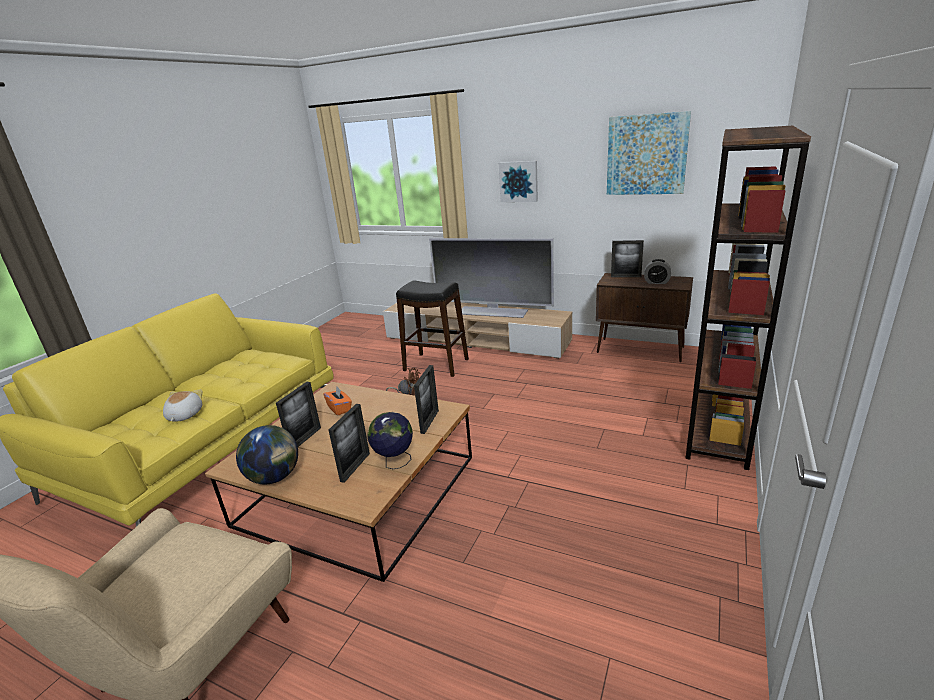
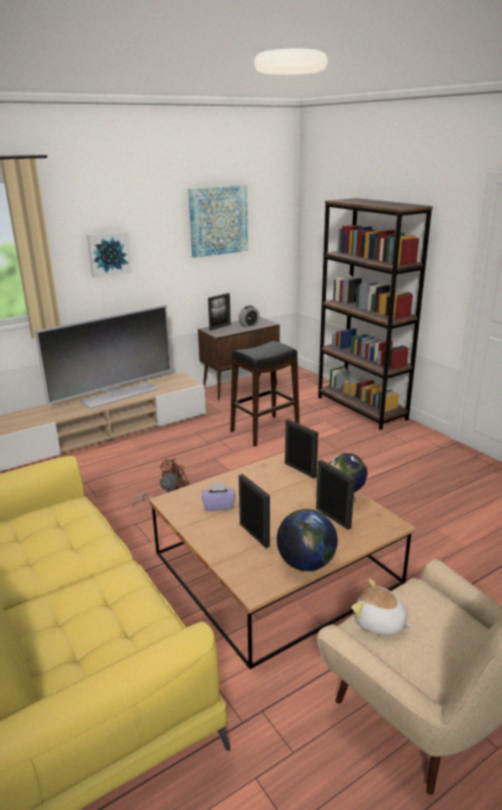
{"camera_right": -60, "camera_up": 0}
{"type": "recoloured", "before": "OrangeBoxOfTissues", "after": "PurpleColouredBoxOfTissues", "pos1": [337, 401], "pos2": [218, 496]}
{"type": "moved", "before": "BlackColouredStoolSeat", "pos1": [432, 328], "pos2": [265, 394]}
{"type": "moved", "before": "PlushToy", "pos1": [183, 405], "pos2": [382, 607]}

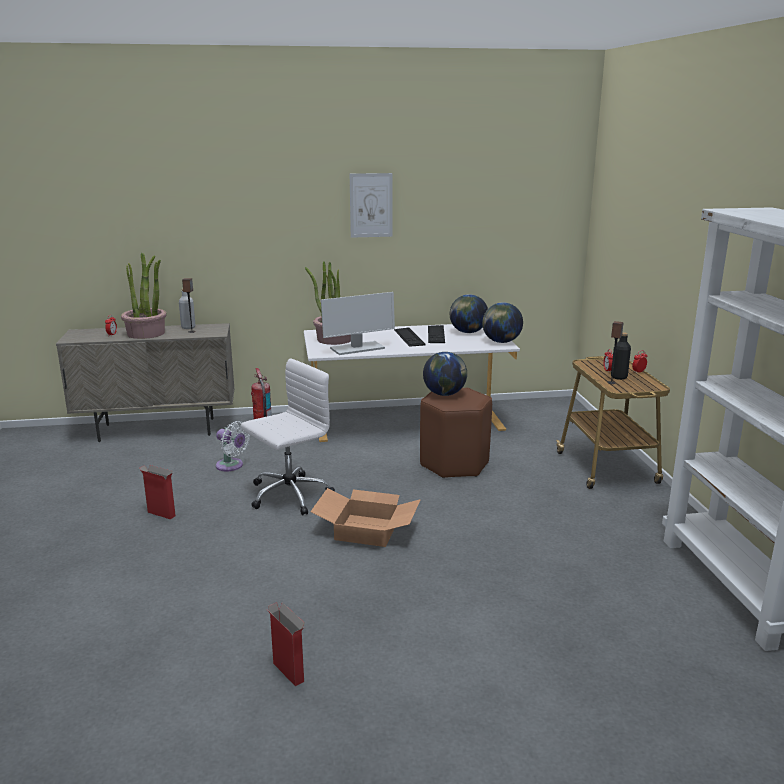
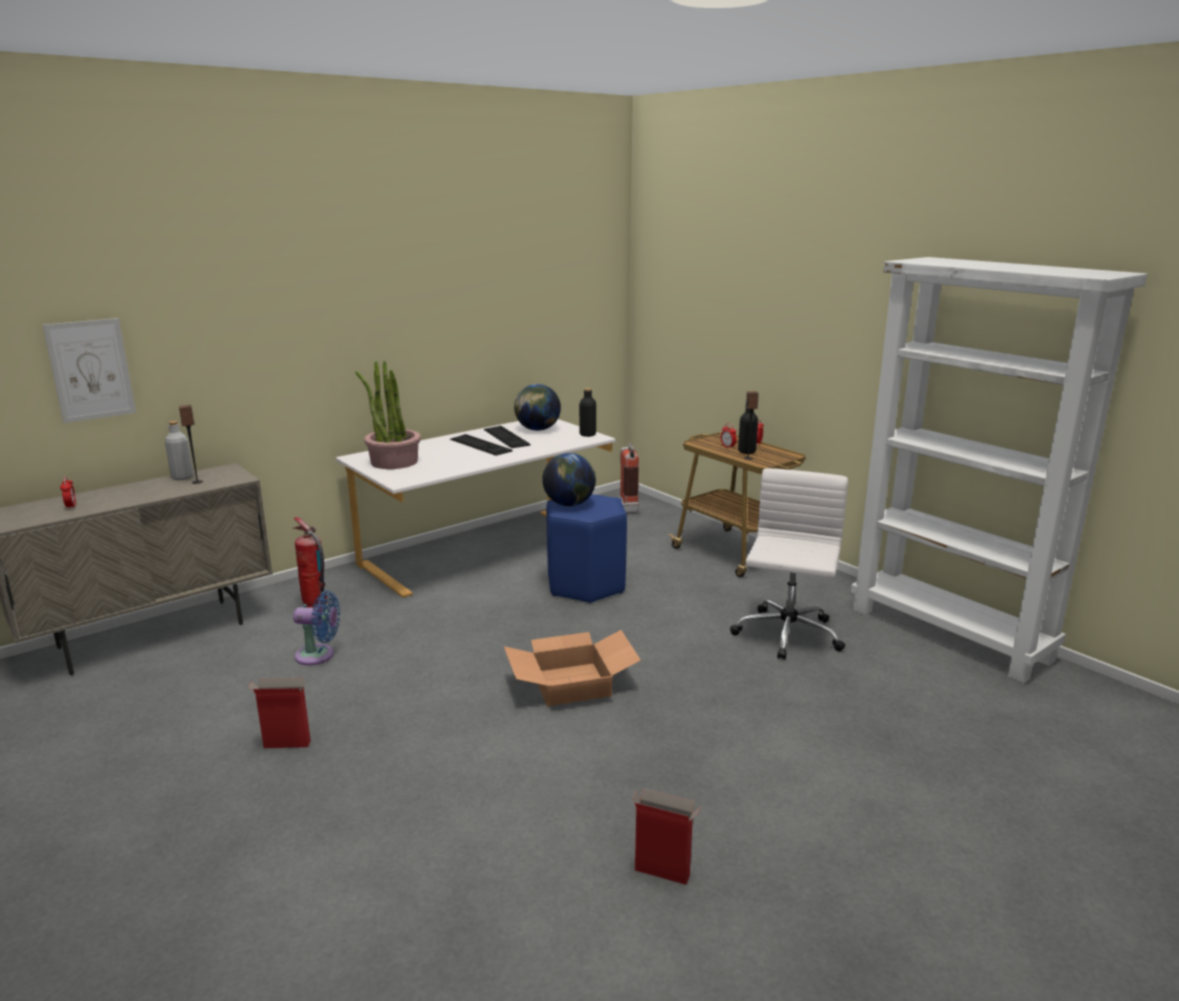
{"camera_right": -30, "camera_up": 0}
{"type": "moved", "before": "Picture", "pos1": [371, 205], "pos2": [89, 370]}
{"type": "recoloured", "before": "WhitishElectricFan", "after": "BlueElectricFan", "pos1": [233, 446], "pos2": [316, 628]}
{"type": "recoloured", "before": "BrownishStoolSeat", "after": "BlueStoolSeat", "pos1": [456, 433], "pos2": [586, 548]}
{"type": "replaced", "before": "DeskGlobe", "after": "BlackColouredBeverageBottle", "pos1": [502, 322], "pos2": [587, 412]}
{"type": "added", "after": "FireExtinguisher", "pos2": [629, 478]}
{"type": "moved", "before": "WhitishComputerChair", "pos1": [288, 437], "pos2": [789, 564]}
{"type": "removed", "before": "PlantInAPot", "pos1": [143, 296]}
{"type": "removed", "before": "ComputerDisplay", "pos1": [358, 323]}

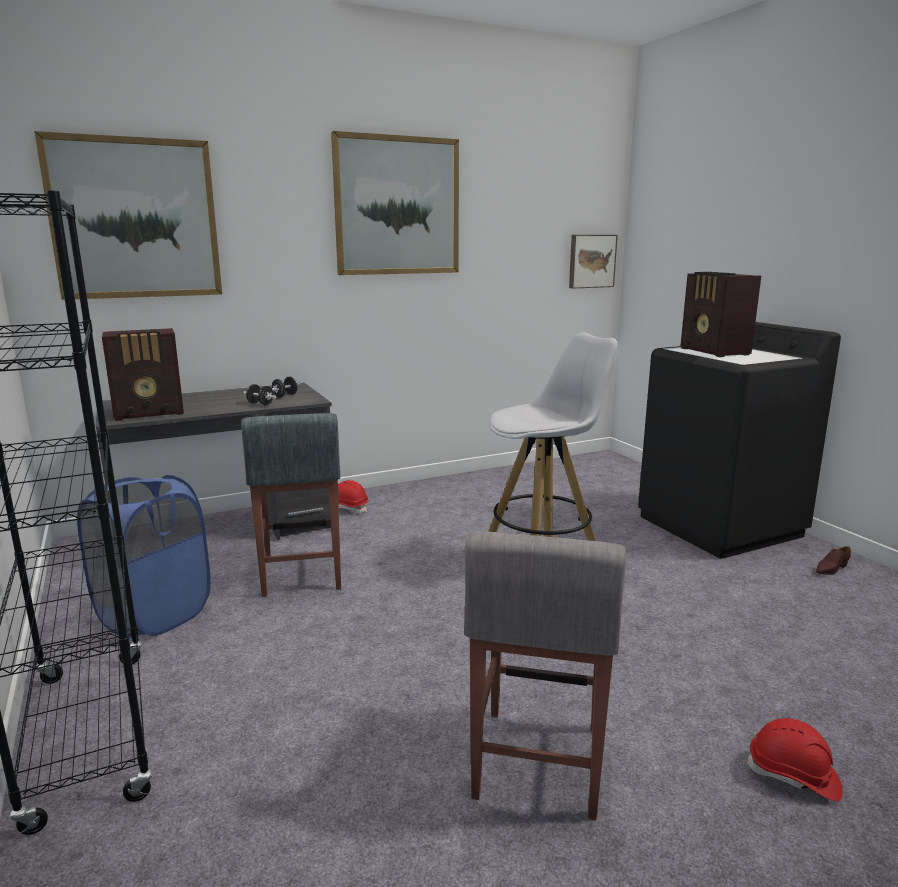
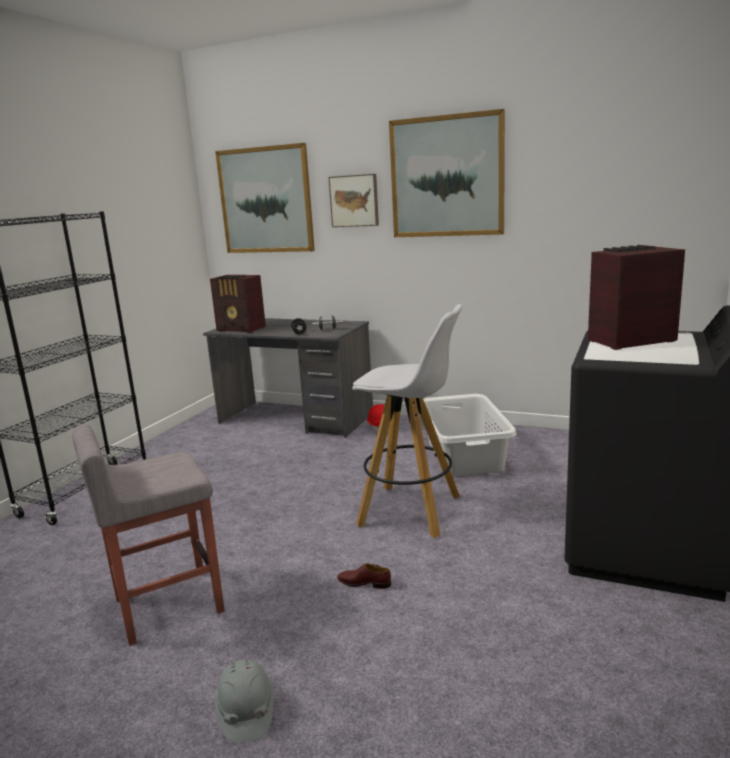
{"camera_right": 50, "camera_up": 0}
{"type": "recoloured", "before": "ReddishWorkHelmet", "after": "GreyishWorkHelmet", "pos1": [794, 760], "pos2": [244, 701]}
{"type": "moved", "before": "Picture", "pos1": [593, 262], "pos2": [353, 200]}
{"type": "moved", "before": "BrownishLowShoe", "pos1": [833, 560], "pos2": [364, 576]}
{"type": "added", "after": "GreyishWashingBasket", "pos2": [470, 435]}
{"type": "turned", "before": "RadioReceiver", "pos1": [720, 314], "pos2": [636, 297], "turn": 45}
{"type": "removed", "before": "BlueWashingBasket", "pos1": [144, 556]}
{"type": "removed", "before": "GreyishStoolSeat", "pos1": [291, 505]}

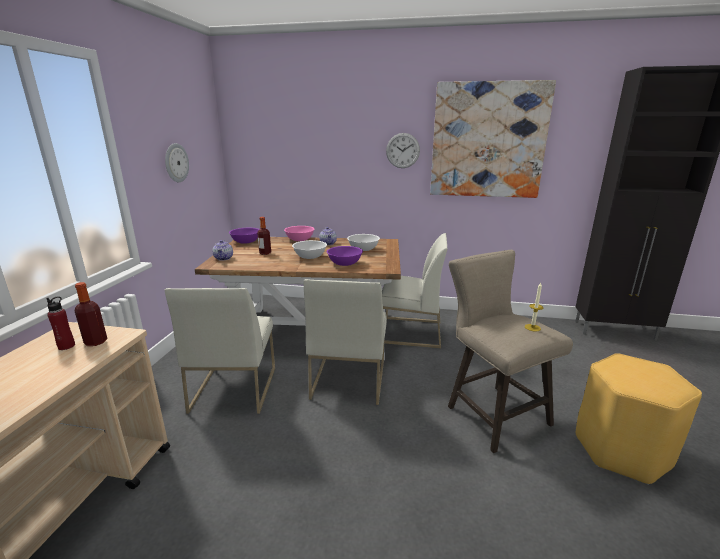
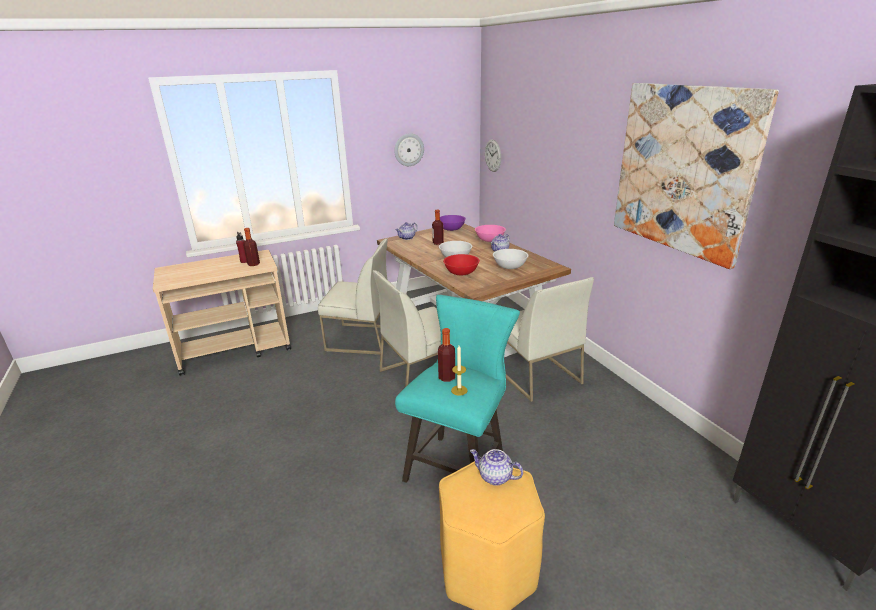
{"camera_right": 55, "camera_up": 5}
{"type": "turned", "before": "WhitishChair", "pos1": [220, 351], "pos2": [353, 297], "turn": -135}
{"type": "recoloured", "before": "SandColouredStoolSeat", "after": "TurquoiseColouredStoolSeat", "pos1": [510, 351], "pos2": [457, 389]}
{"type": "added", "after": "BeverageBottle", "pos2": [446, 355]}
{"type": "recoloured", "before": "PurpleColouredBowl", "after": "ReddishBowl", "pos1": [345, 256], "pos2": [461, 264]}
{"type": "added", "after": "Teapot", "pos2": [496, 467]}
{"type": "moved", "before": "HangingClock", "pos1": [403, 150], "pos2": [493, 156]}

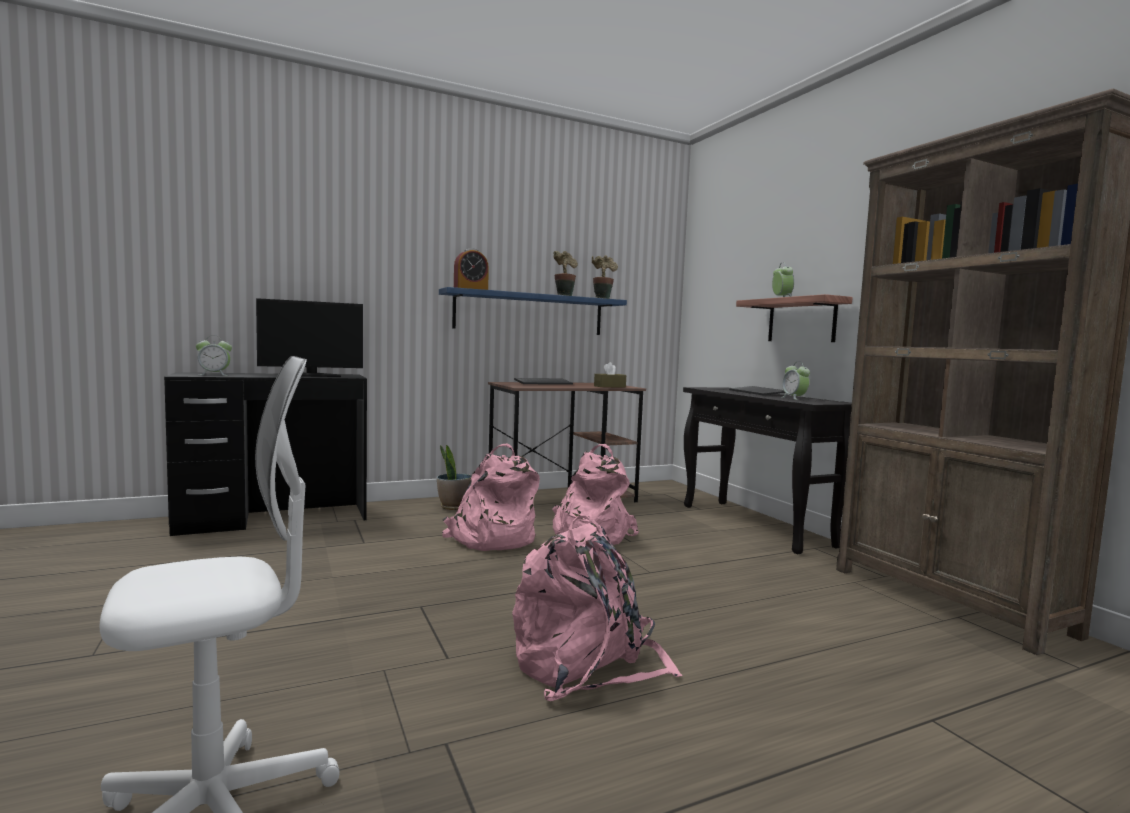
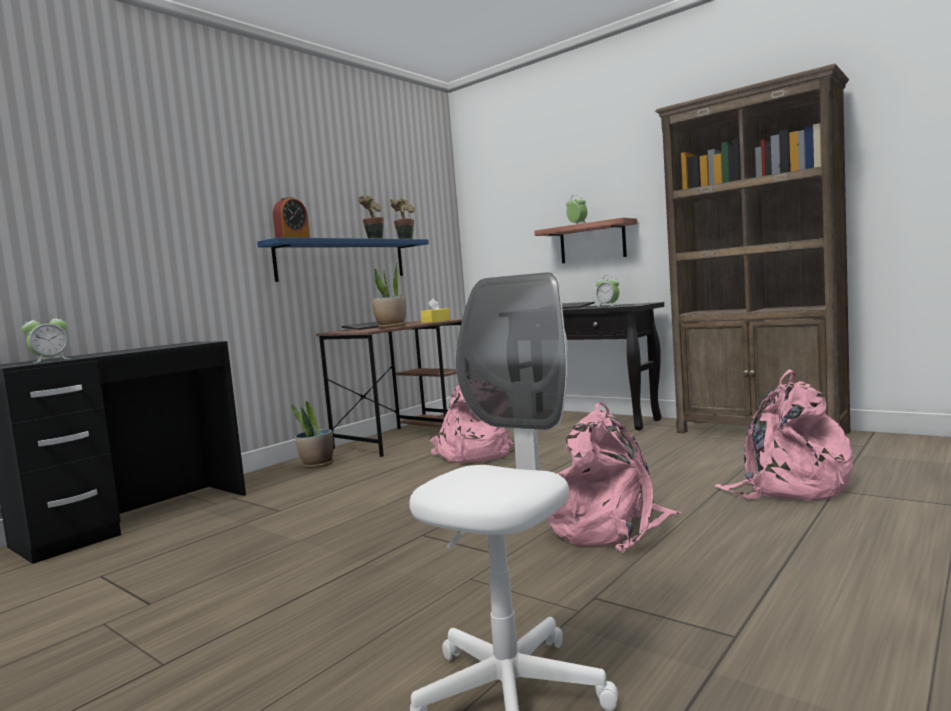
{"camera_right": -25, "camera_up": 0}
{"type": "added", "after": "PlantInAPot", "pos2": [389, 296]}
{"type": "recoloured", "before": "BrownishBoxOfTissues", "after": "YellowColouredBoxOfTissues", "pos1": [610, 374], "pos2": [435, 310]}
{"type": "moved", "before": "PinkKnapsack", "pos1": [491, 497], "pos2": [783, 435]}
{"type": "removed", "before": "ComputerDisplay", "pos1": [309, 337]}

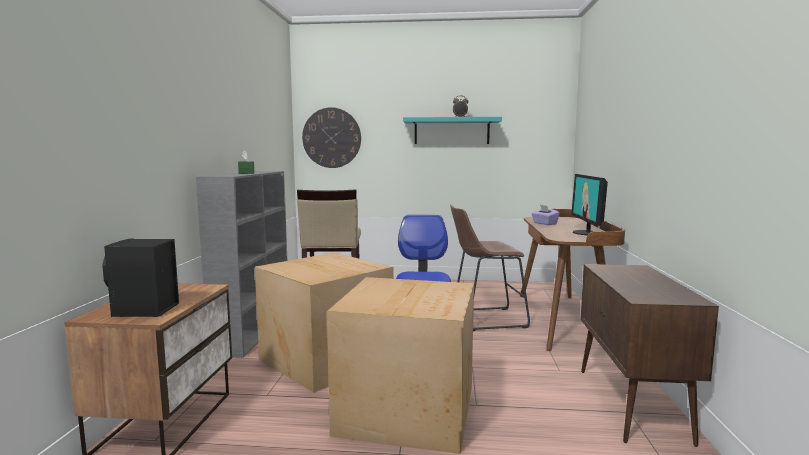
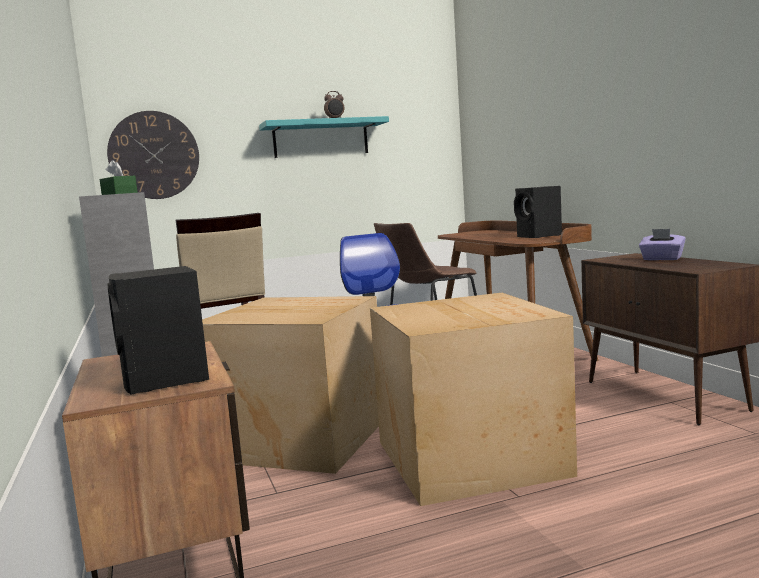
{"camera_right": -25, "camera_up": 0}
{"type": "replaced", "before": "ComputerDisplay", "after": "BlackColouredAudioSpeaker", "pos1": [589, 204], "pos2": [538, 212]}
{"type": "moved", "before": "PurpleColouredBoxOfTissues", "pos1": [546, 215], "pos2": [662, 244]}

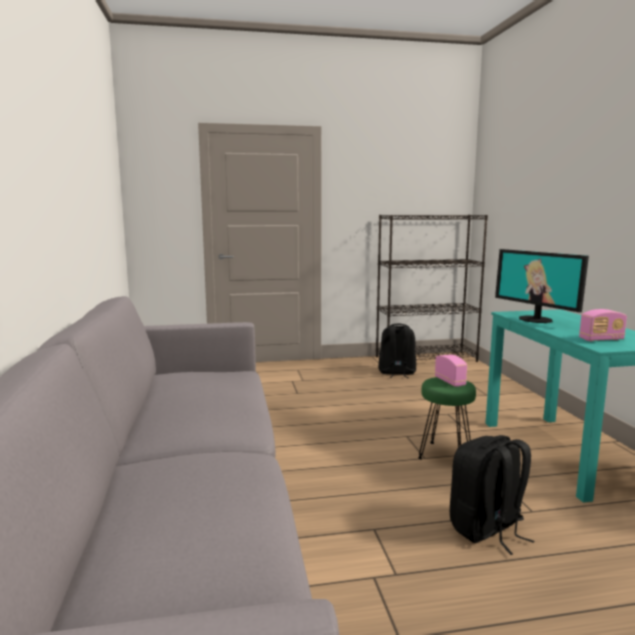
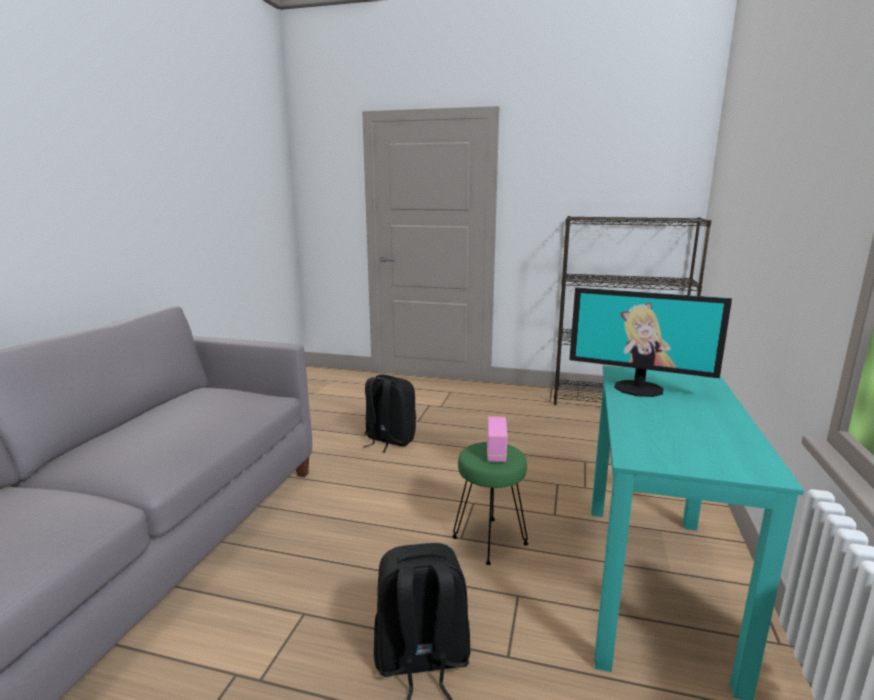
{"camera_right": 25, "camera_up": 5}
{"type": "moved", "before": "BlackColouredKnapsack", "pos1": [397, 351], "pos2": [389, 414]}
{"type": "turned", "before": "ComputerDisplay", "pos1": [542, 286], "pos2": [650, 342], "turn": -60}
{"type": "removed", "before": "RadioReceiver", "pos1": [603, 325]}

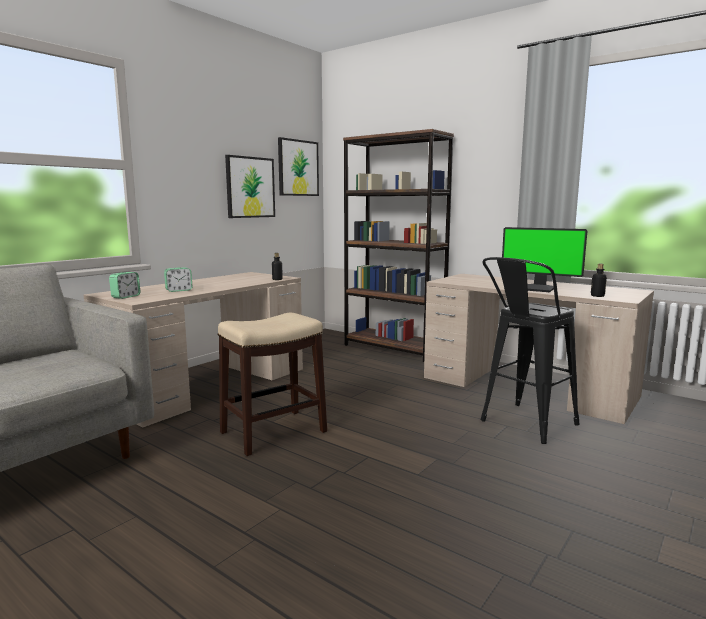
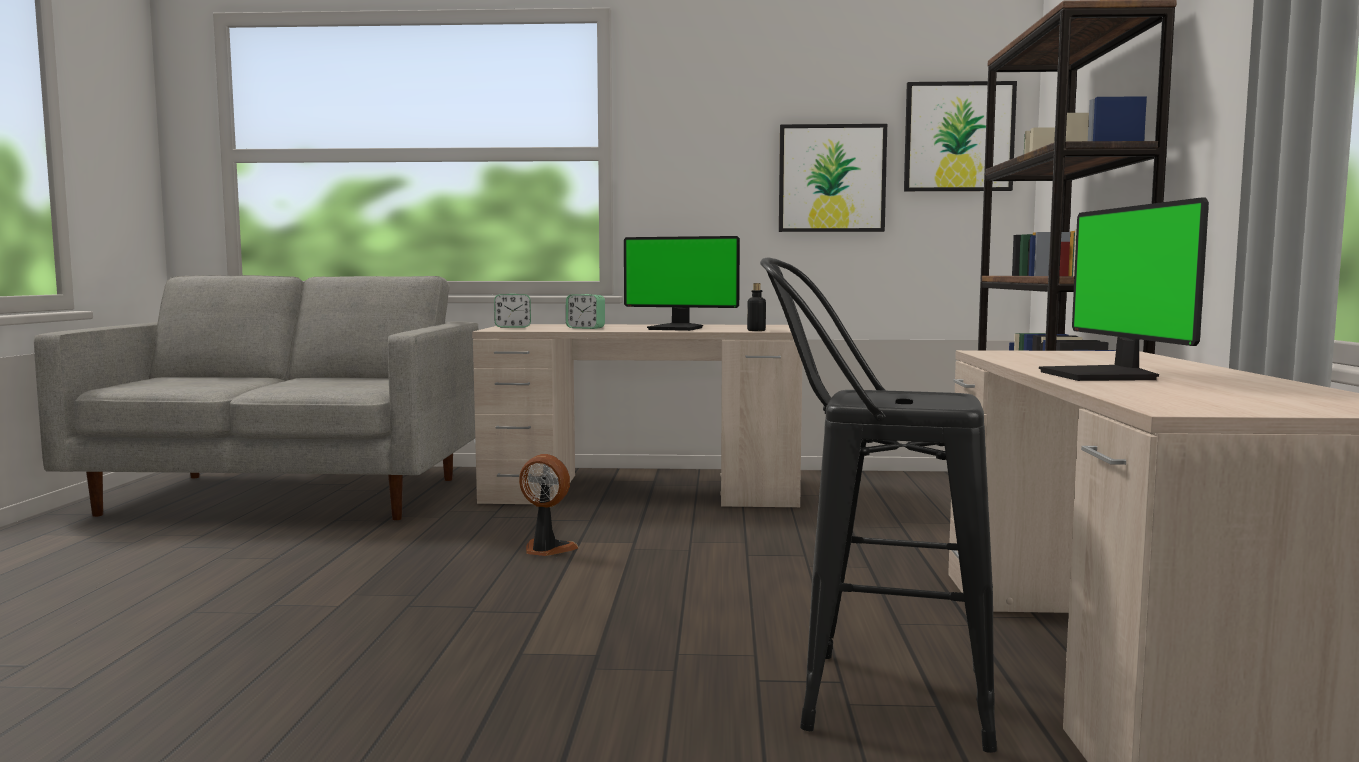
{"camera_right": 55, "camera_up": -5}
{"type": "replaced", "before": "StoolSeat", "after": "ElectricFan", "pos1": [272, 384], "pos2": [549, 505]}
{"type": "added", "after": "ComputerDisplay", "pos2": [682, 283]}
{"type": "removed", "before": "BeverageBottle", "pos1": [599, 280]}

